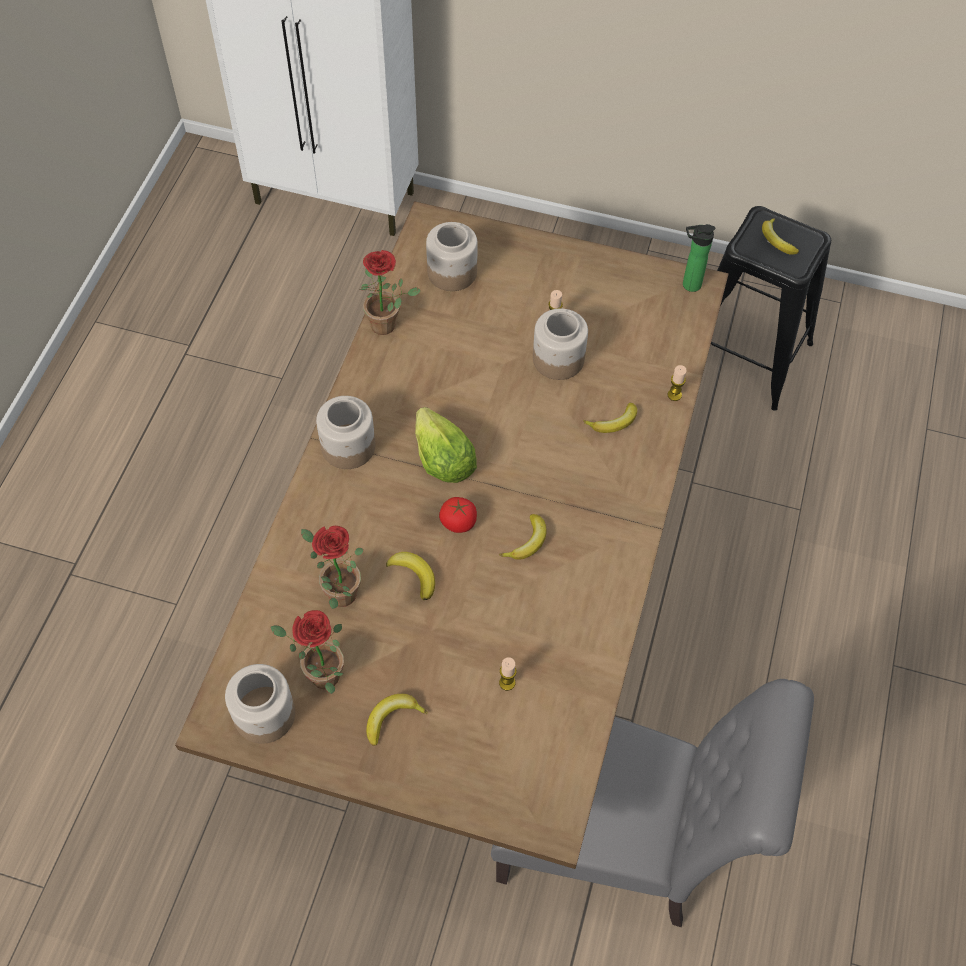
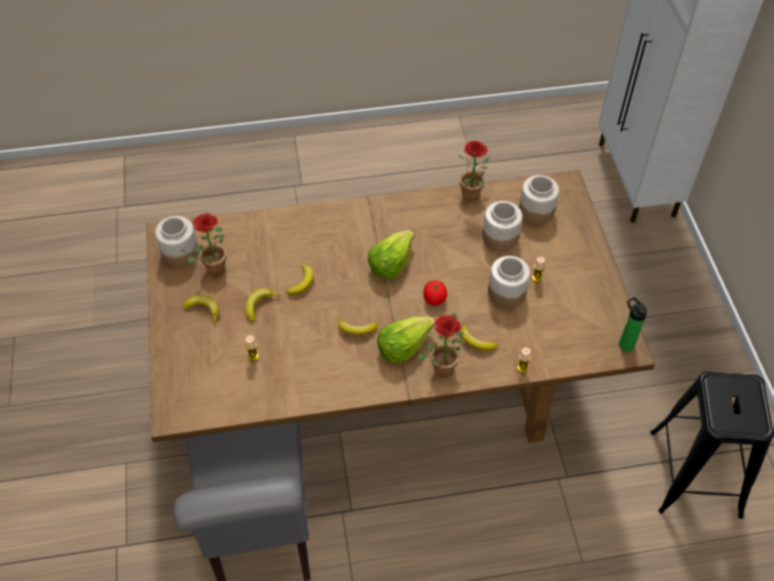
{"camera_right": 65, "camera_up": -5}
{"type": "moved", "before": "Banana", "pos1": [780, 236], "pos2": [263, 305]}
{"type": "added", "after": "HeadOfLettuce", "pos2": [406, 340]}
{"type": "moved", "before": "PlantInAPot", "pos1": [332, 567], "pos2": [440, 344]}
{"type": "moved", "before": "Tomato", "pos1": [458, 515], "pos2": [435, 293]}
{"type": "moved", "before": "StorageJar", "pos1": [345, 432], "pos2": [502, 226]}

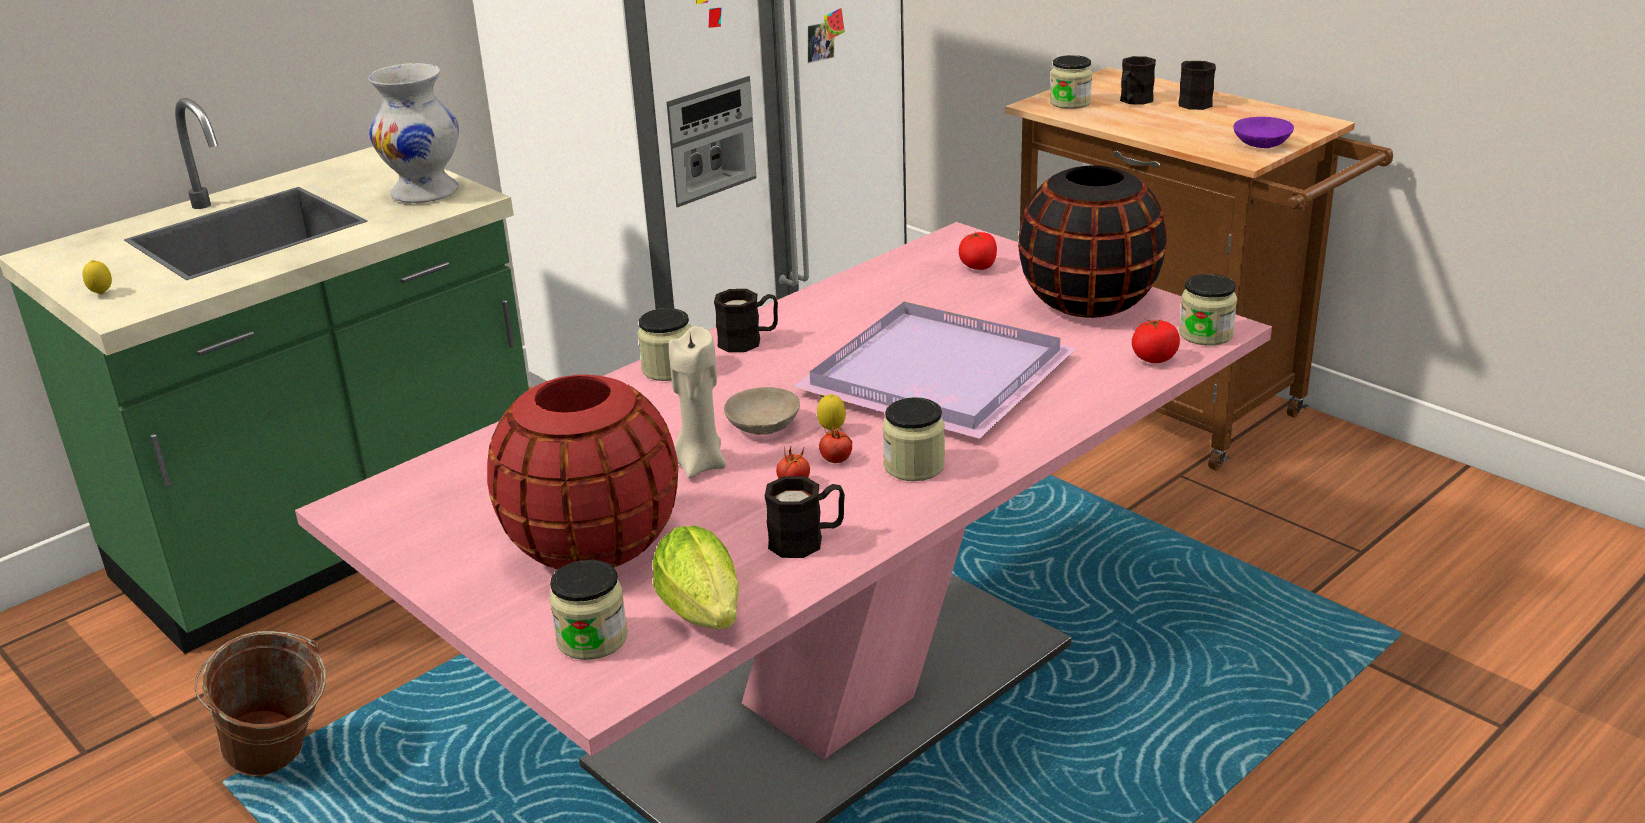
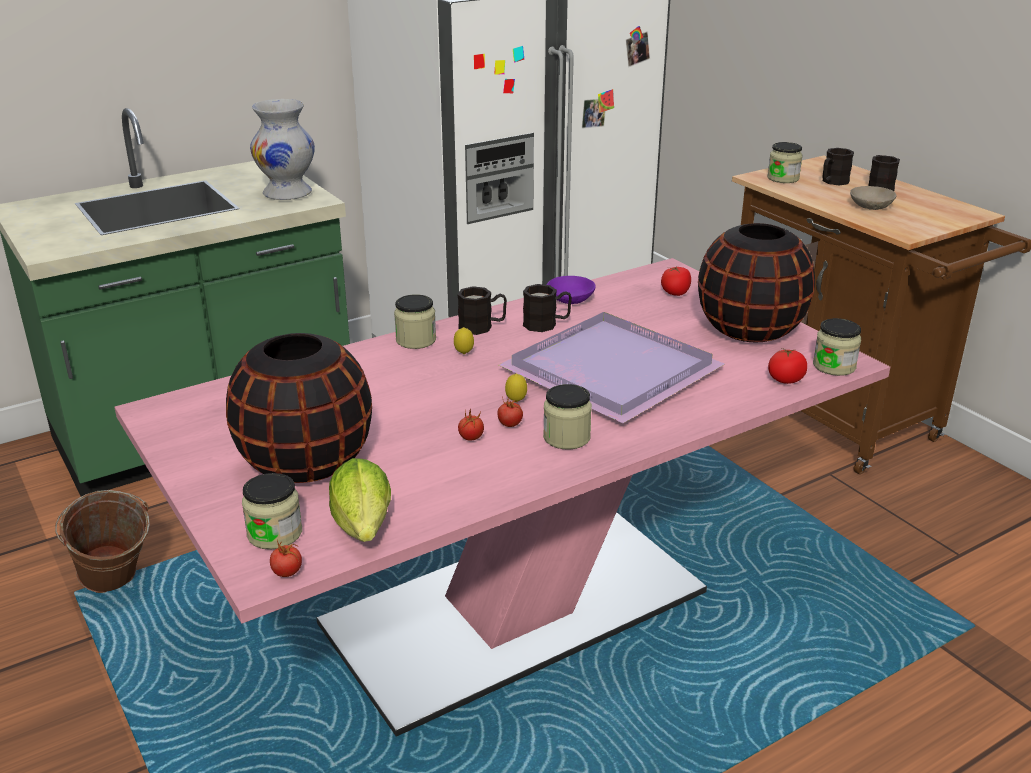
{"camera_right": 10, "camera_up": 0}
{"type": "recoloured", "before": "ReddishVase", "after": "BlackColouredVase", "pos1": [582, 472], "pos2": [299, 408]}
{"type": "added", "after": "Tomato", "pos2": [286, 558]}
{"type": "moved", "before": "CitrusFruit", "pos1": [97, 277], "pos2": [464, 340]}
{"type": "moved", "before": "BlackColouredCoffeeMug", "pos1": [805, 517], "pos2": [547, 308]}
{"type": "moved", "before": "PurpleColouredBowl", "pos1": [1263, 132], "pos2": [571, 290]}
{"type": "moved", "before": "SandColouredBowl", "pos1": [762, 411], "pos2": [873, 198]}
{"type": "removed", "before": "SandColouredWaxLight", "pos1": [697, 402]}

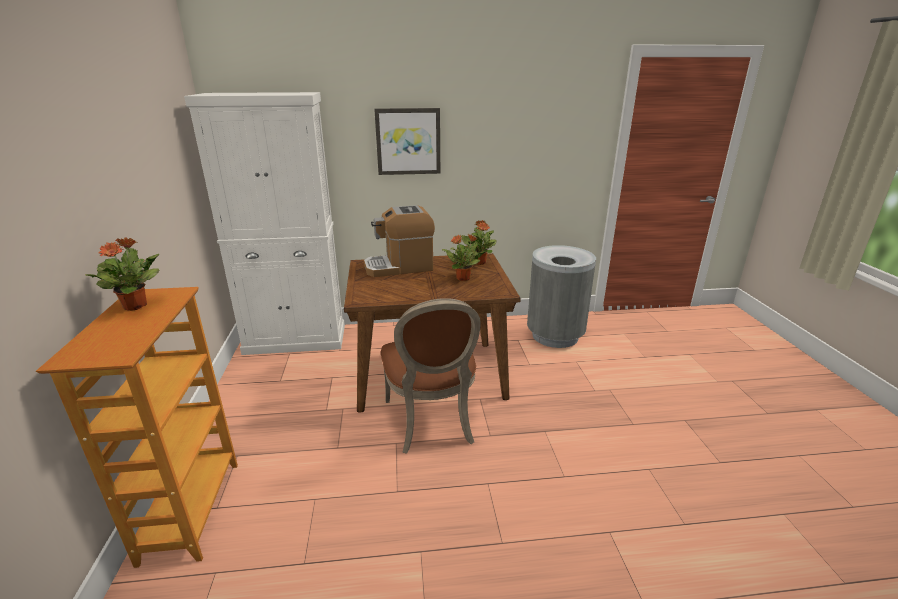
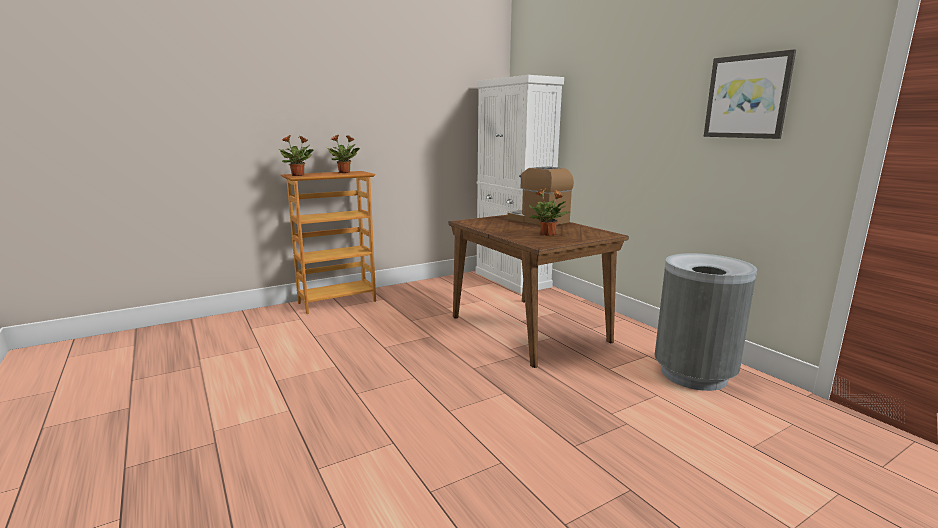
{"camera_right": 65, "camera_up": -10}
{"type": "moved", "before": "PlantInAPot", "pos1": [478, 242], "pos2": [295, 155]}
{"type": "moved", "before": "Picture", "pos1": [407, 141], "pos2": [750, 94]}
{"type": "removed", "before": "BrownishChair", "pos1": [431, 376]}

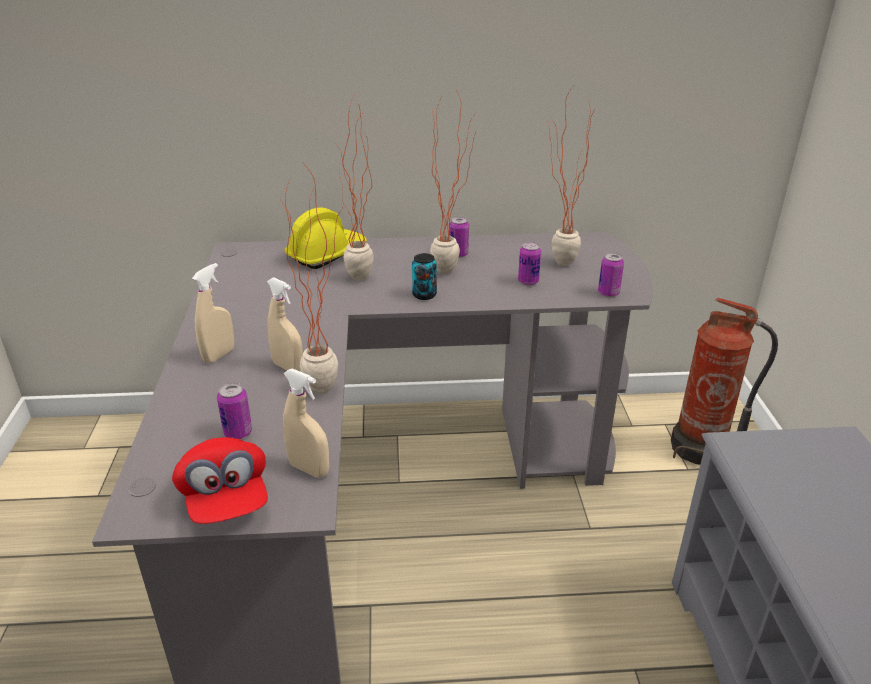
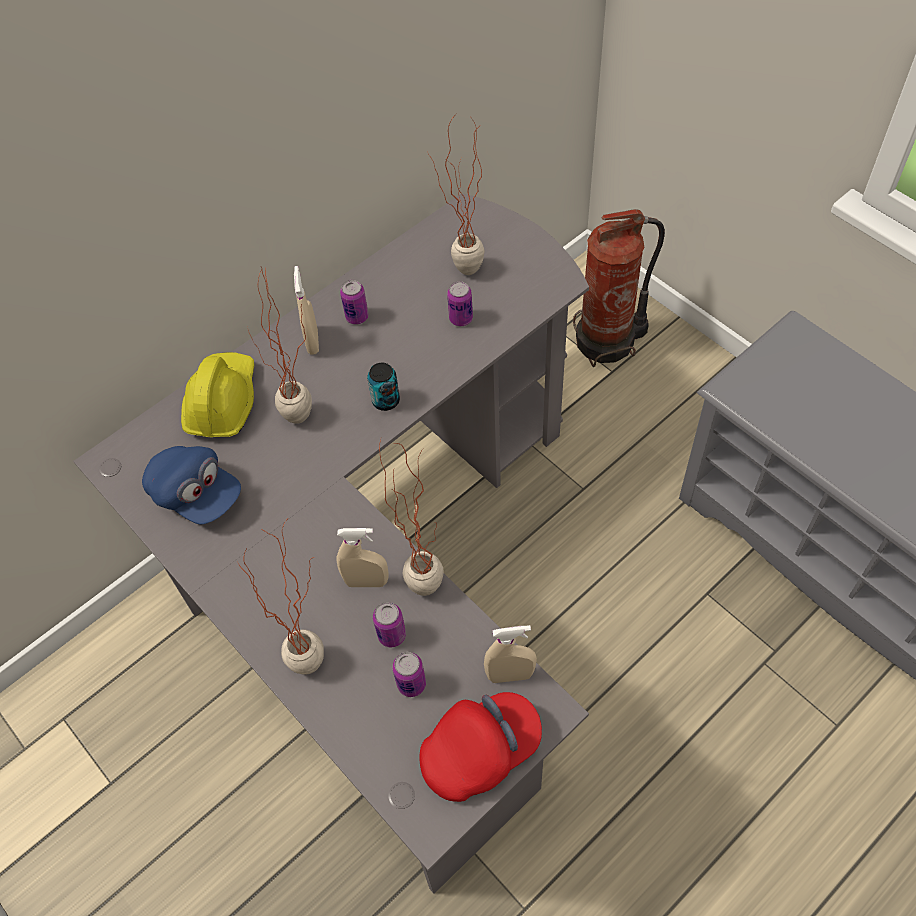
{"camera_right": -35, "camera_up": 25}
{"type": "added", "after": "BluePeakedCap", "pos2": [191, 485]}
{"type": "moved", "before": "PlantInAPot", "pos1": [453, 182], "pos2": [281, 597]}
{"type": "moved", "before": "SandColouredHandSprayer", "pos1": [213, 313], "pos2": [306, 310]}
{"type": "moved", "before": "SealedCan", "pos1": [611, 275], "pos2": [389, 624]}
{"type": "turned", "before": "ReddishPeakedCap", "pos1": [220, 480], "pos2": [480, 747], "turn": -60}

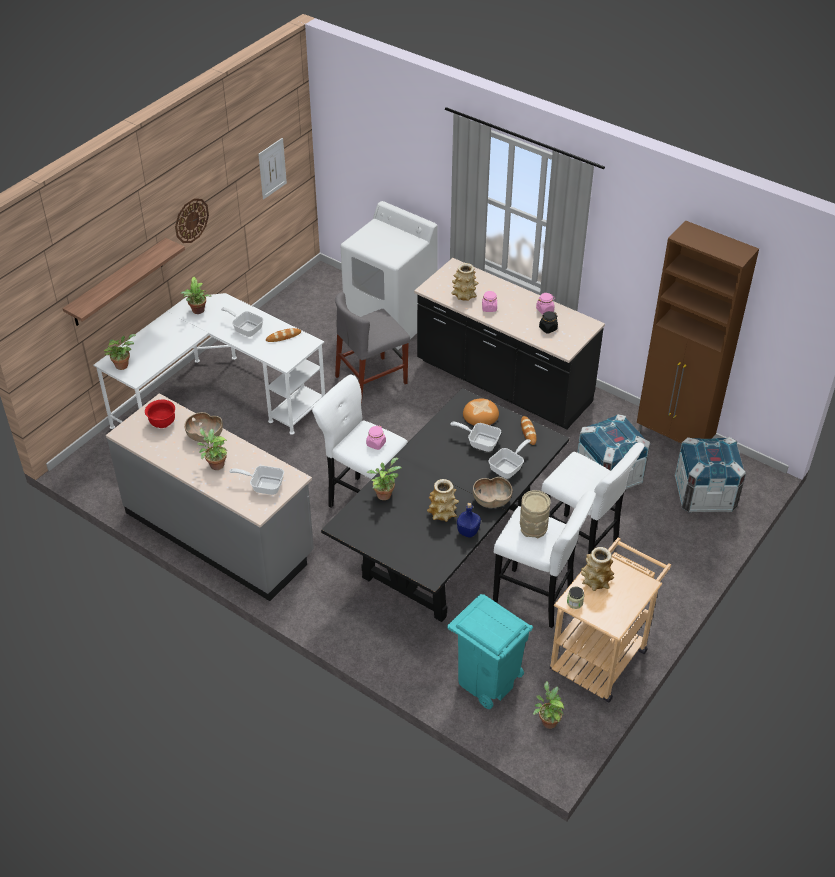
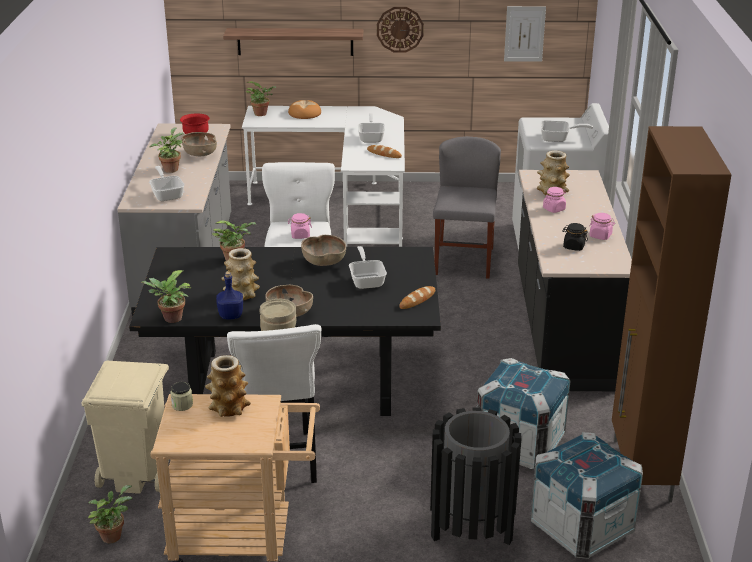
{"camera_right": 55, "camera_up": -15}
{"type": "recoloured", "before": "TurquoiseColouredRubbishBin", "after": "SandColouredRubbishBin", "pos1": [490, 651], "pos2": [125, 427]}
{"type": "moved", "before": "PlantInAPot", "pos1": [195, 295], "pos2": [166, 296]}
{"type": "moved", "before": "BakedBread", "pos1": [481, 412], "pos2": [304, 109]}
{"type": "added", "after": "BrownishBowl", "pos2": [323, 250]}
{"type": "added", "after": "BlackColouredRubbishBin", "pos2": [476, 476]}
{"type": "turned", "before": "GreyishChair", "pos1": [372, 347], "pos2": [467, 207], "turn": 75}
{"type": "moved", "before": "FryingPan", "pos1": [509, 459], "pos2": [567, 131]}
{"type": "removed", "before": "WhitishStoolSeat", "pos1": [593, 498]}

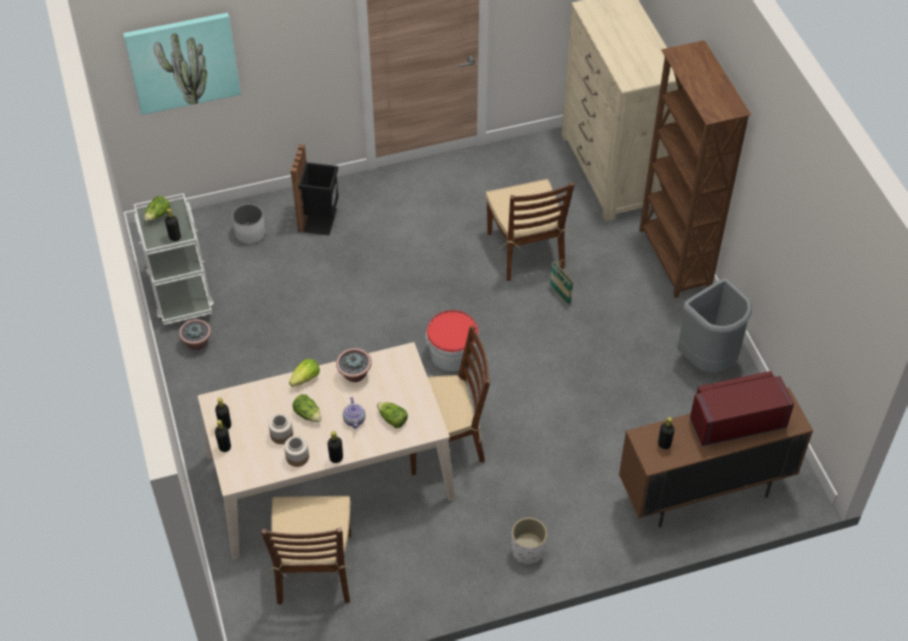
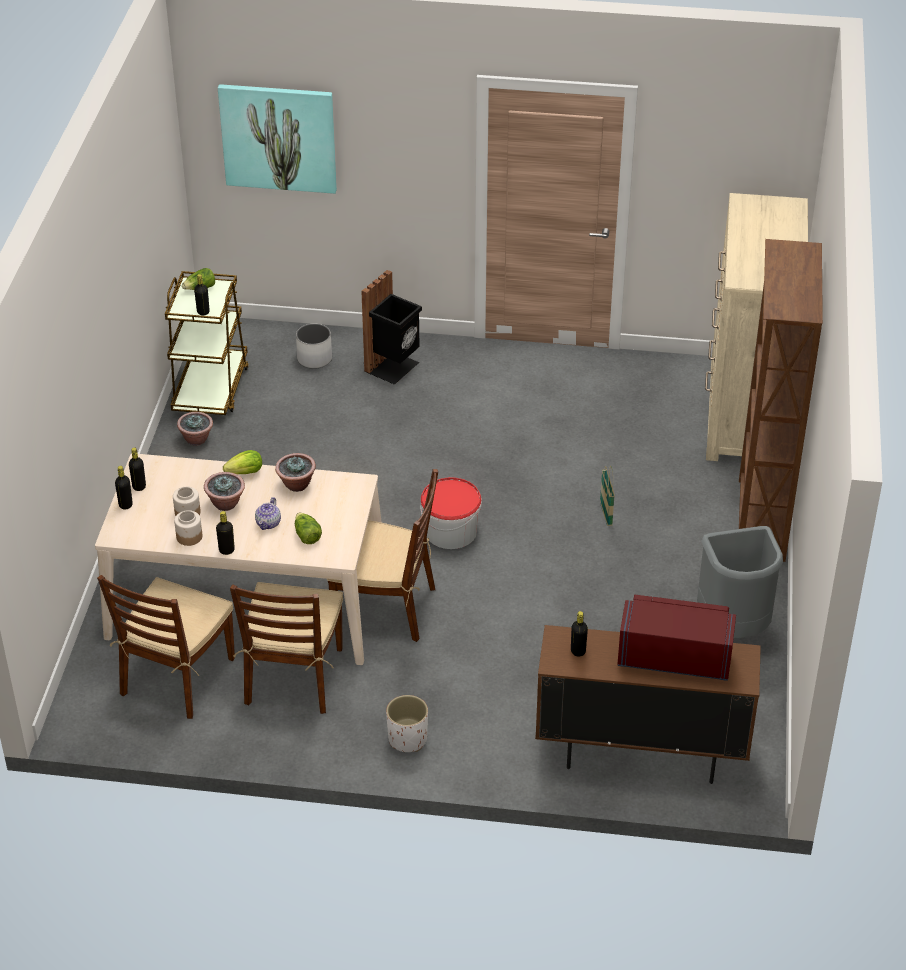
{"camera_right": 25, "camera_up": -10}
{"type": "recoloured", "before": "WhitishTrolley", "after": "BrownishTrolley", "pos1": [174, 259], "pos2": [207, 343]}
{"type": "replaced", "before": "HeadOfLettuce", "after": "PlantInAPot", "pos1": [306, 408], "pos2": [224, 491]}
{"type": "moved", "before": "BrownishChair", "pos1": [530, 230], "pos2": [286, 648]}

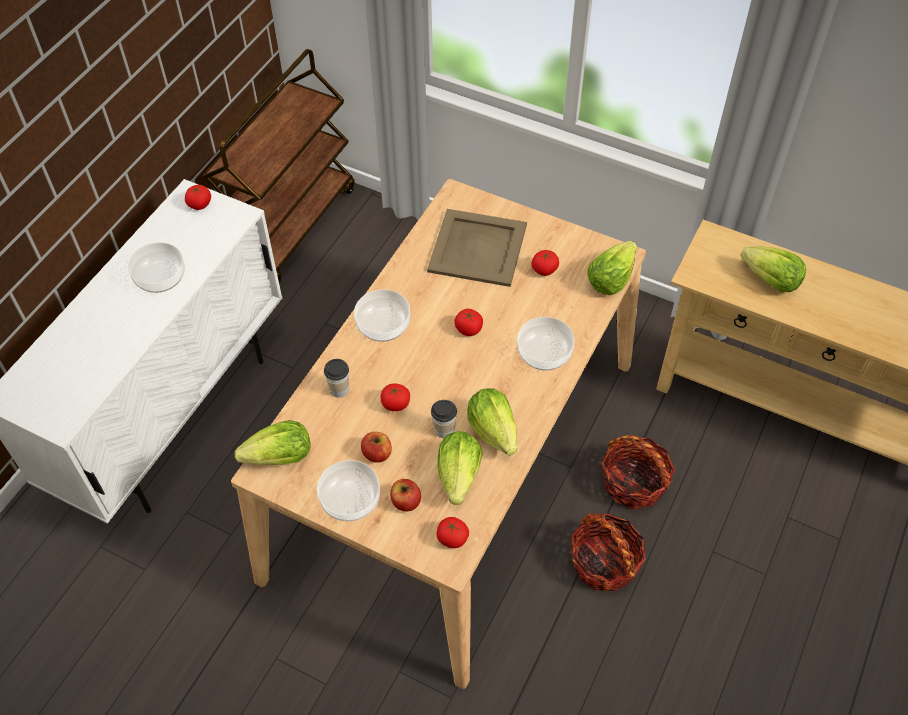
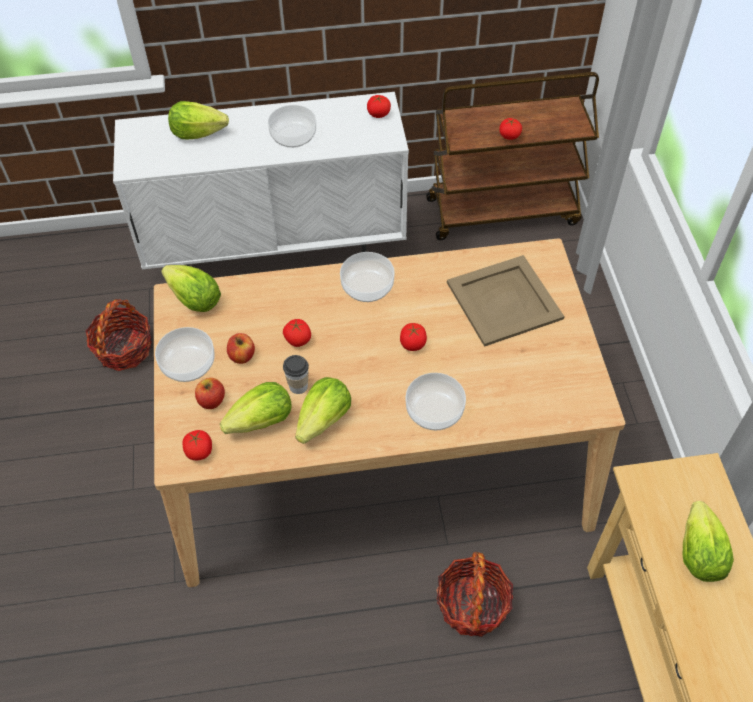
{"camera_right": 55, "camera_up": 0}
{"type": "moved", "before": "Basket", "pos1": [608, 552], "pos2": [119, 335]}
{"type": "moved", "before": "HeadOfLettuce", "pos1": [612, 268], "pos2": [198, 120]}
{"type": "moved", "before": "Tomato", "pos1": [545, 263], "pos2": [510, 129]}
{"type": "removed", "before": "DrinkingCup", "pos1": [336, 378]}

